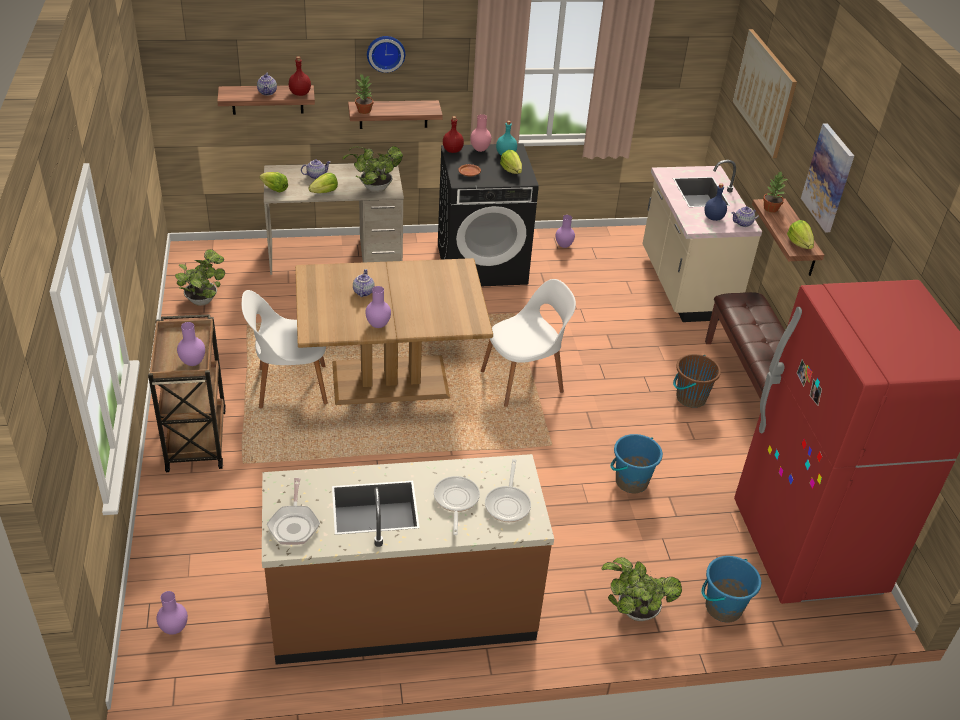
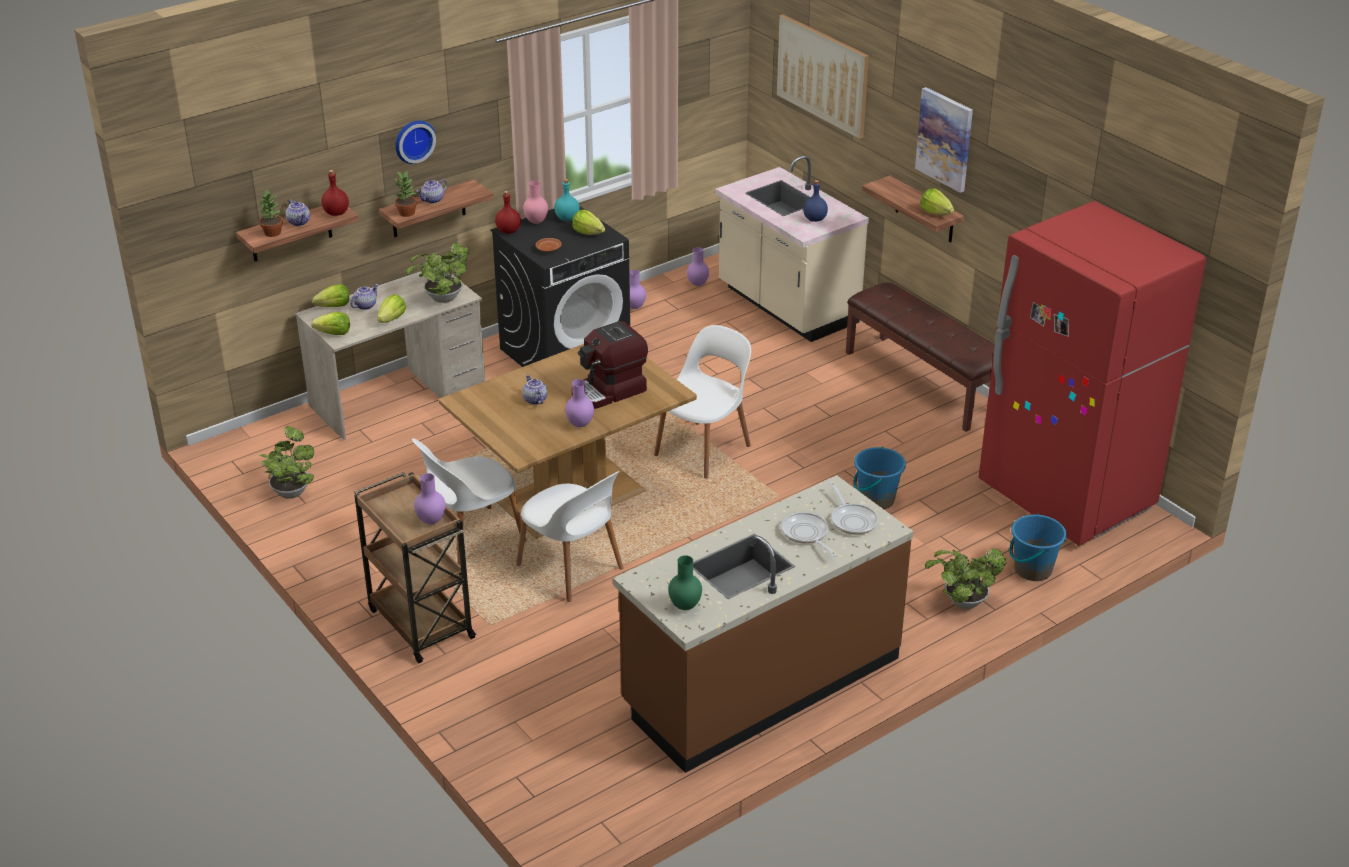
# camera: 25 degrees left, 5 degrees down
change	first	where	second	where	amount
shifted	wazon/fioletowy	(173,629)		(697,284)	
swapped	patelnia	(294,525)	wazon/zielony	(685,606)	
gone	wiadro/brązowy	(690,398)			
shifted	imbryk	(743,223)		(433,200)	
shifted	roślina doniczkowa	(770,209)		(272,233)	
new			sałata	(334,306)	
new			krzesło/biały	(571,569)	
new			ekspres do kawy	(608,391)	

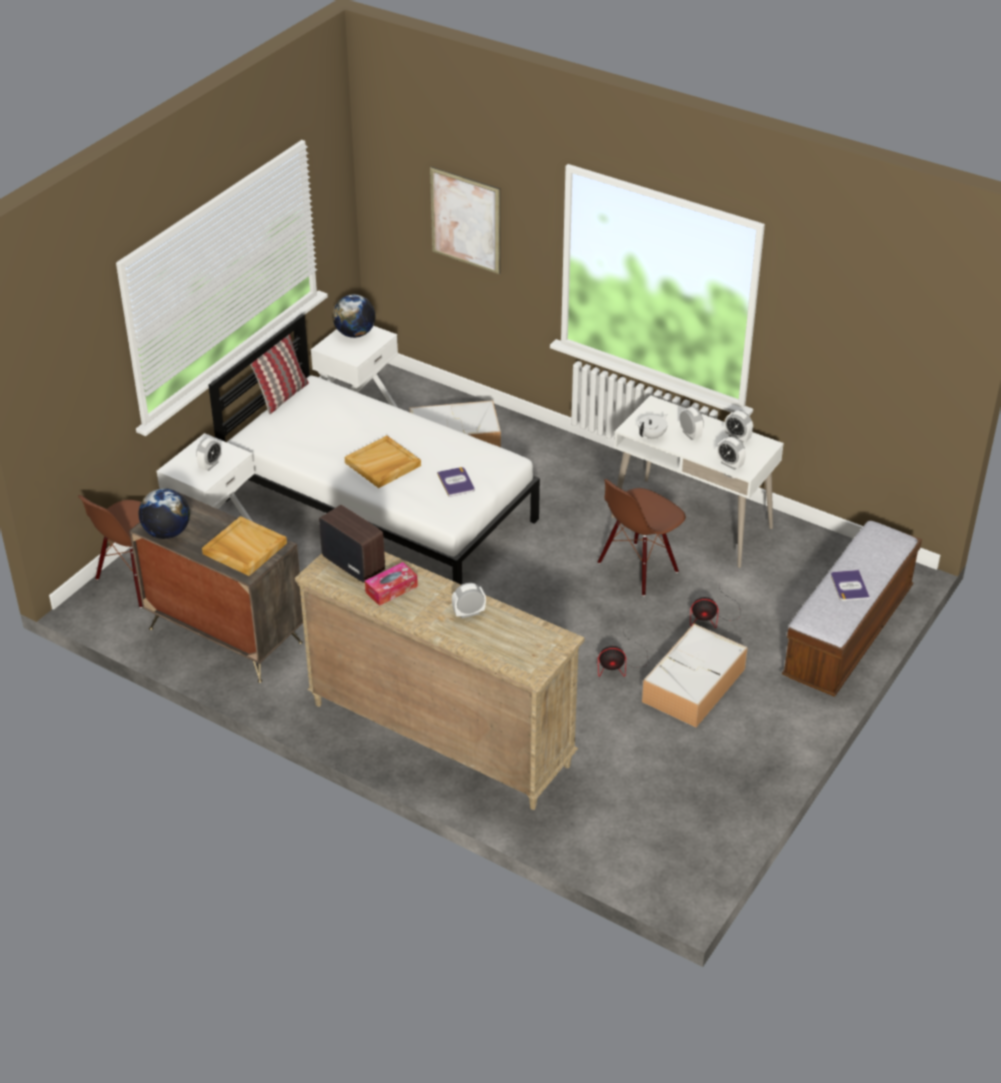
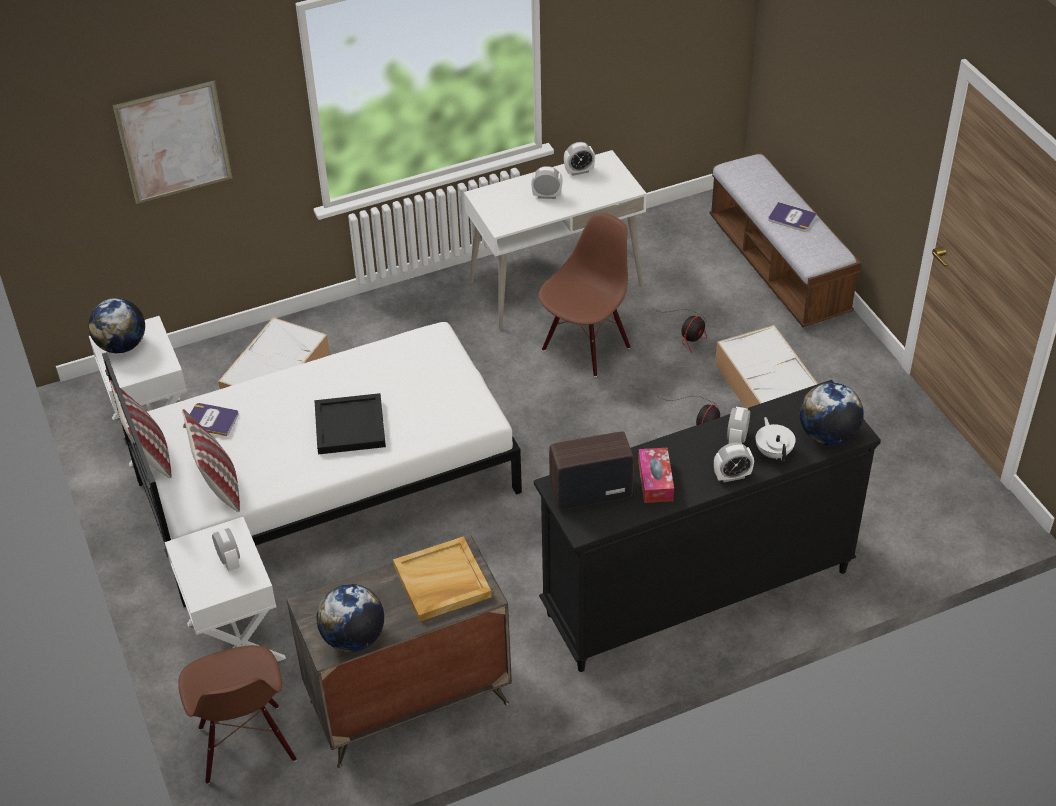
# camera: 55 degrees left, 5 degrees up
change	first	where	second	where	amount
repainted	komoda/beżowy	(439,734)	komoda/czarny	(696,593)	
repainted	taca/beżowy	(382,464)	taca/czarny	(350,427)	
shifted	książka	(456,482)		(211,420)	
rotated	krzesło/brązowy	(638,568)		(585,347)	135 degrees counterclockwise
shifted	imbryk/biały	(652,436)		(773,452)	
shifted	budzik	(730,464)		(732,476)	
new			poduszka	(219,485)	
new			globus	(828,435)	

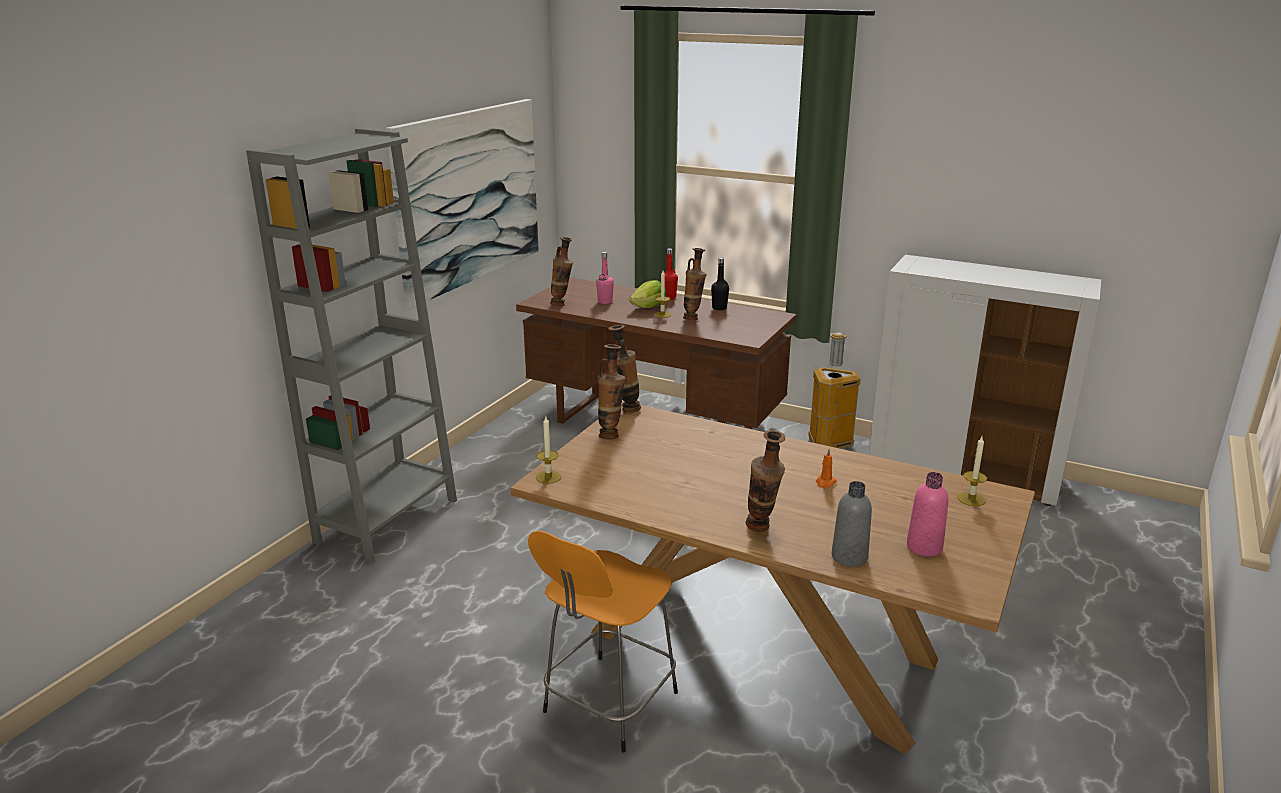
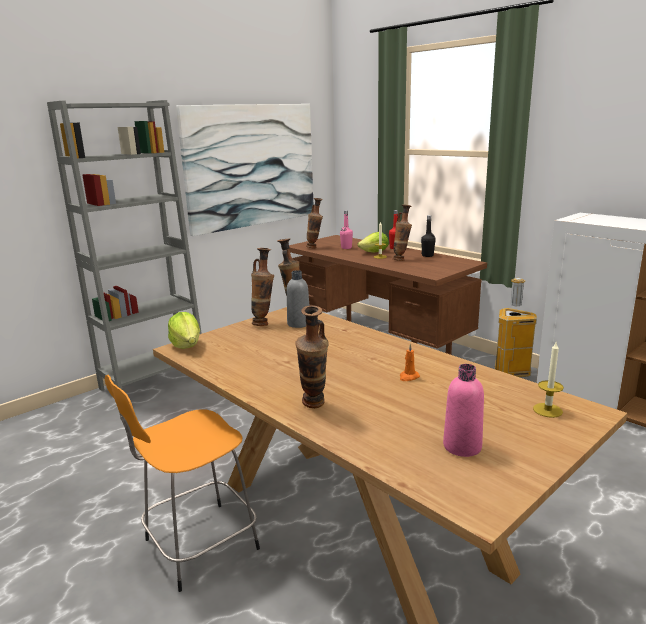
# camera: 20 degrees right, 5 degrees down
change	first	where	second	where	amount
swapped	świeca	(548,477)	sałata	(186,345)	
shifted	butelka/szary	(849,557)		(299,324)	

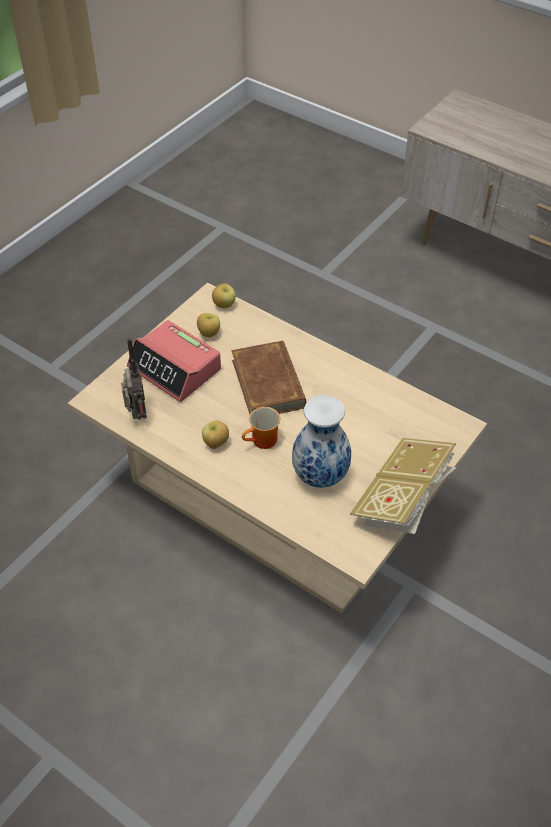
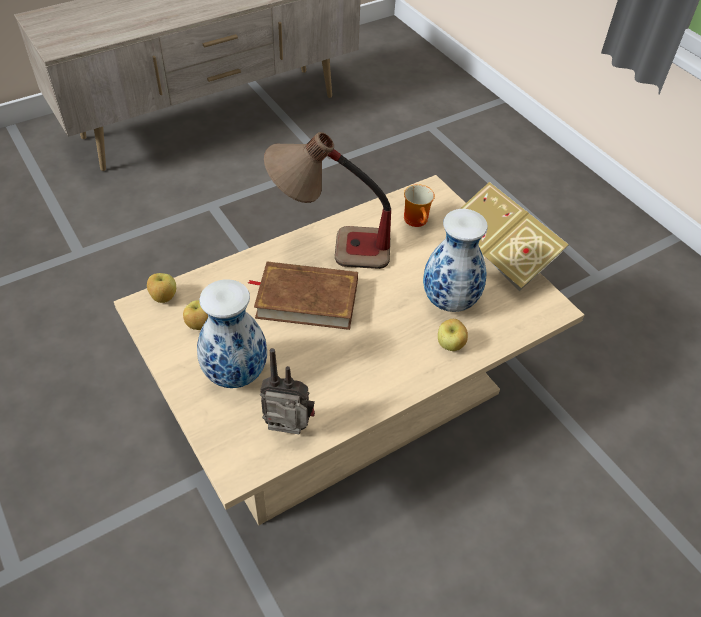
# camera: 70 degrees left, 0 degrees up
change	first	where	second	where	amount
swapped	budzik	(175,369)	wazon	(235,373)	
shifted	jabłko	(216,443)		(450,345)	
shifted	kubek	(263,442)		(418,220)	
new			lampa stołowa	(330,248)	

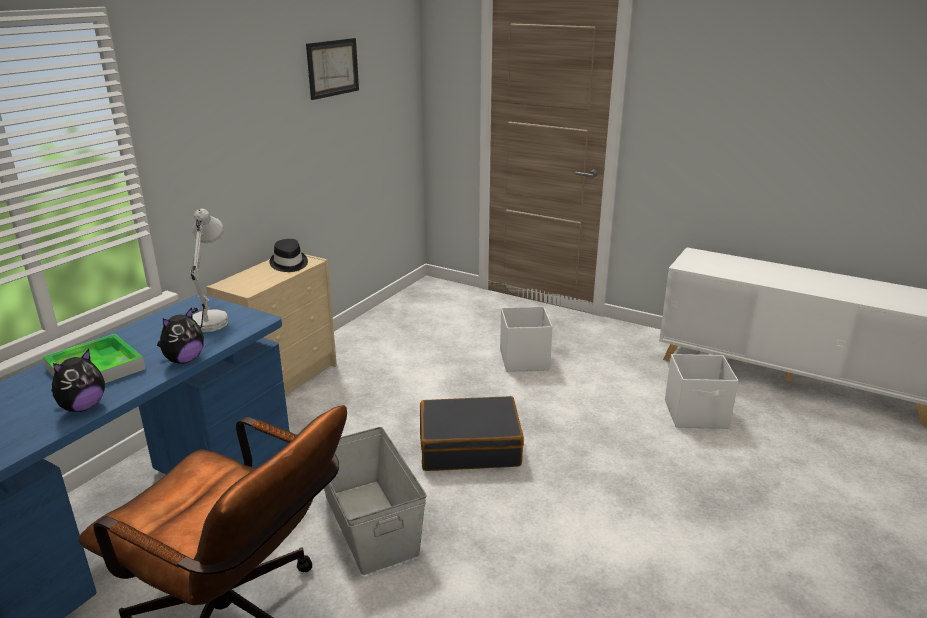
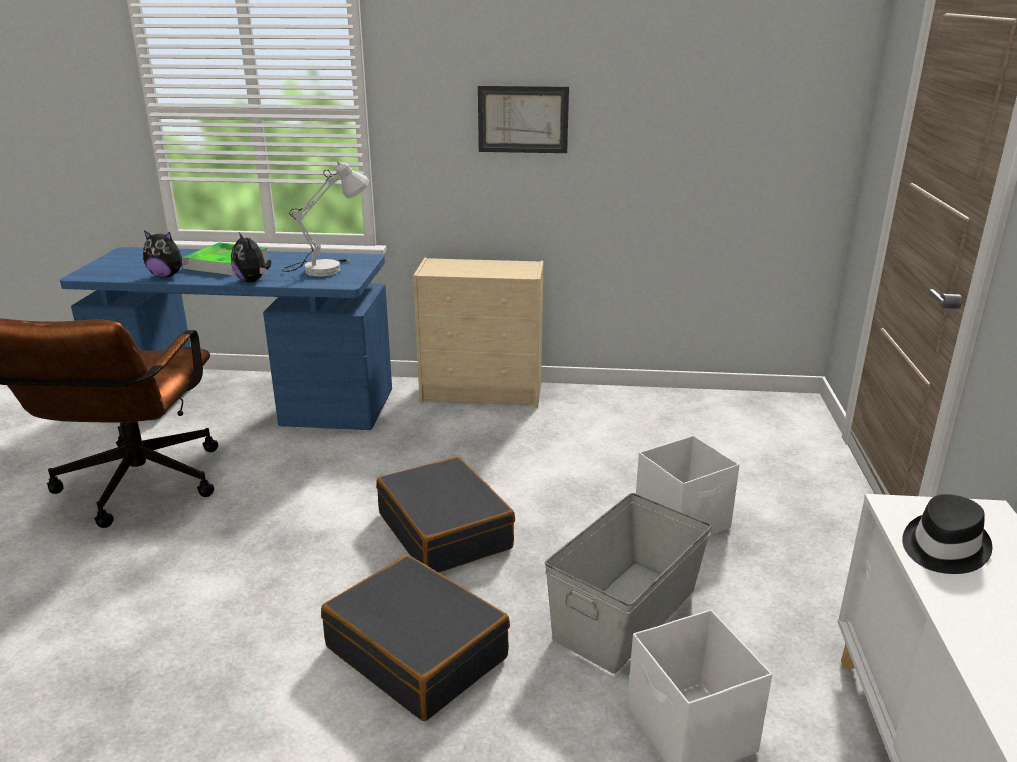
# camera: 65 degrees right, 0 degrees up
change	first	where	second	where	amount
rotated	pluszak	(184,360)		(253,281)	45 degrees clockwise
shifted	kapelusz/czarny	(289,264)		(943,547)	
shifted	obraz	(332,68)		(523,119)	
shifted	pojemnik do przechowywania/szary	(371,523)		(627,613)	
new			walizka/czarny	(417,652)	

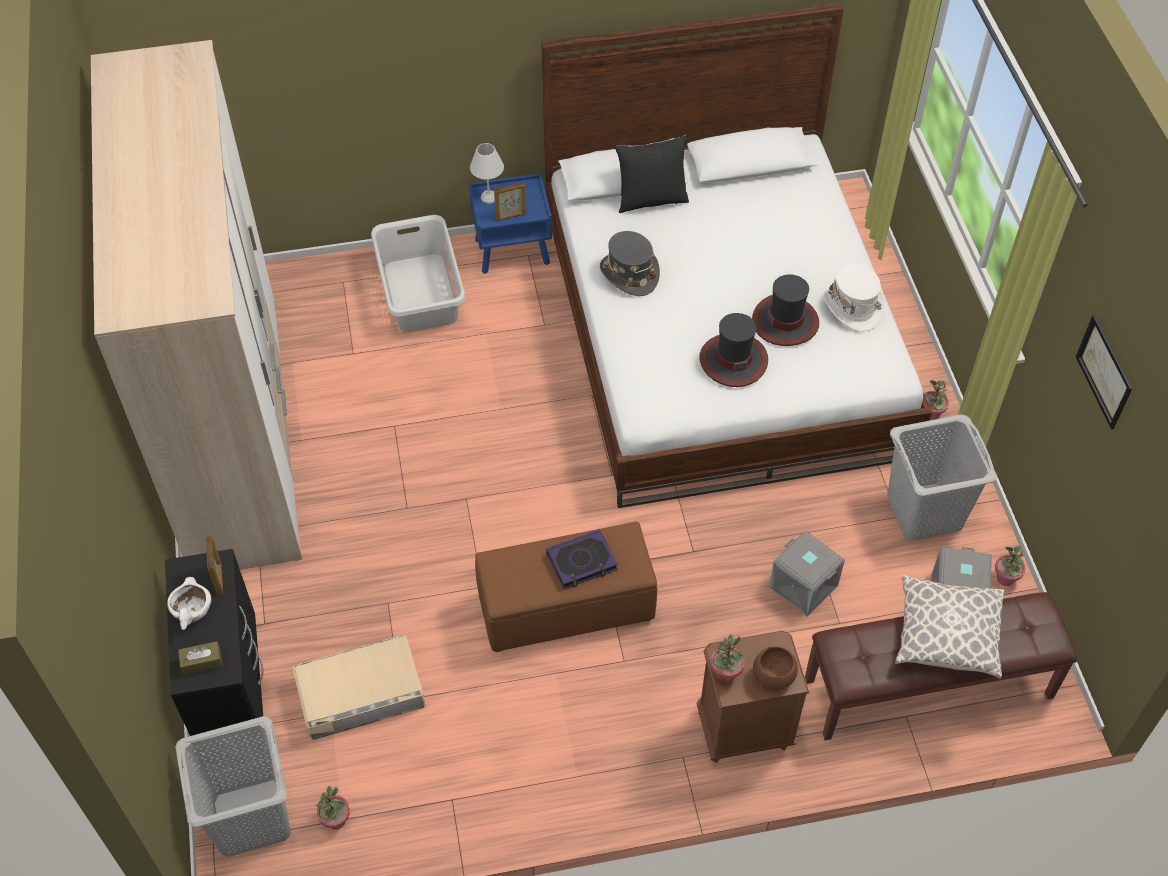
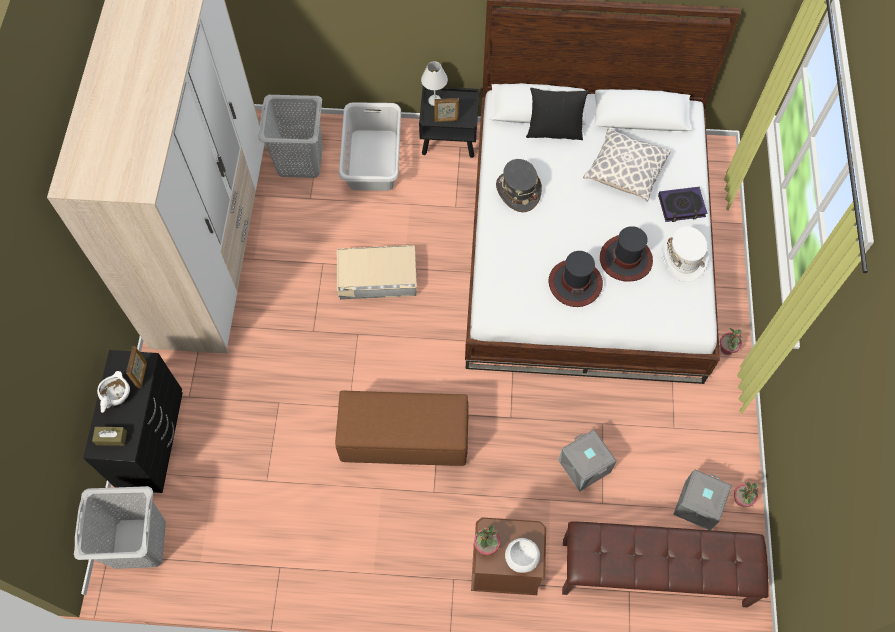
# camera: 15 degrees right, 10 degrees up
change	first	where	second	where	amount
shifted	pojemnik do przechowywania/beżowy	(360,692)		(377,276)	
gone	roślina doniczkowa	(336,820)			
repainted	szafka nocna/niebieski	(513,251)	szafka nocna/czarny	(449,141)	
shifted	książka	(582,562)		(681,206)	
repainted	miska/brązowy	(774,676)	miska/biały	(522,558)	
shifted	kosz na pranie/szary	(924,512)		(300,161)	
shifted	poduszka	(946,636)		(624,172)	
gone	obraz	(1104,371)			

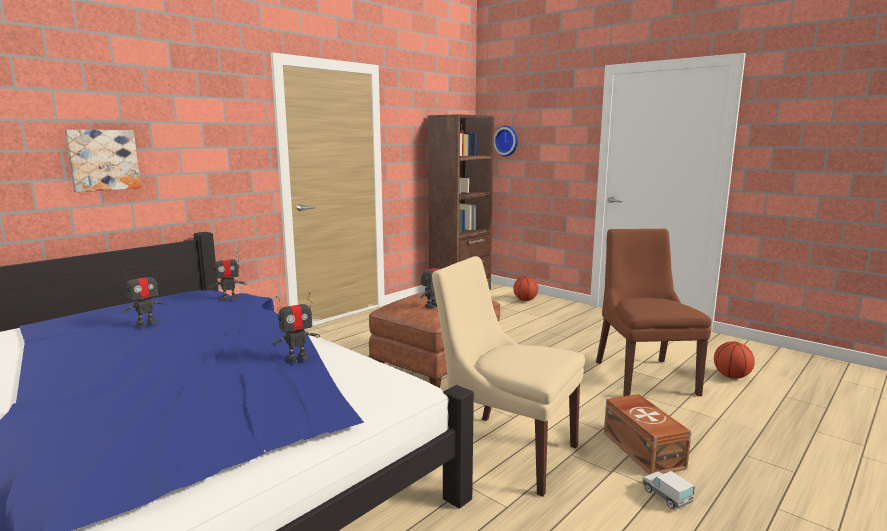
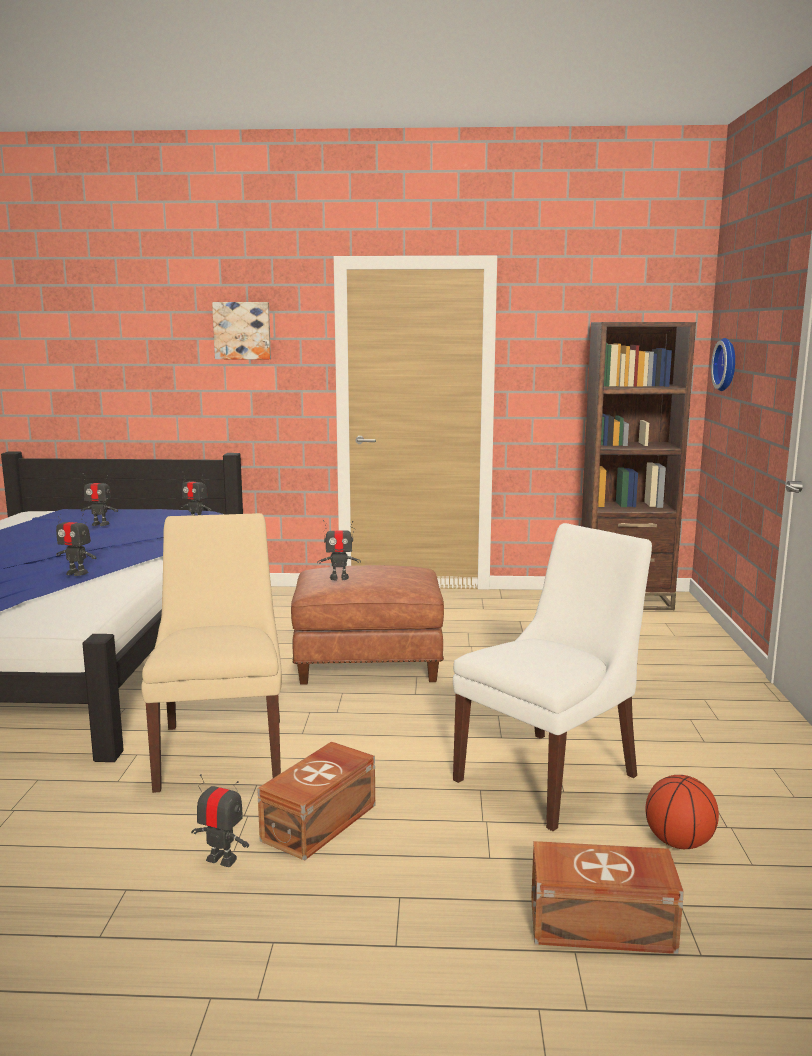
# camera: 50 degrees right, 0 degrees up
change	first	where	second	where	amount
shifted	obraz	(103,160)		(242,330)	
gone	piłka do koszykówki	(525,300)			
repainted	krzesło/brązowy	(643,376)	krzesło/biały	(550,776)	
swapped	ciężarówka zabawkowa	(666,497)	robot zabawkowy	(222,859)	
new			pojemnik do przechowywania/brązowy	(604,926)	

